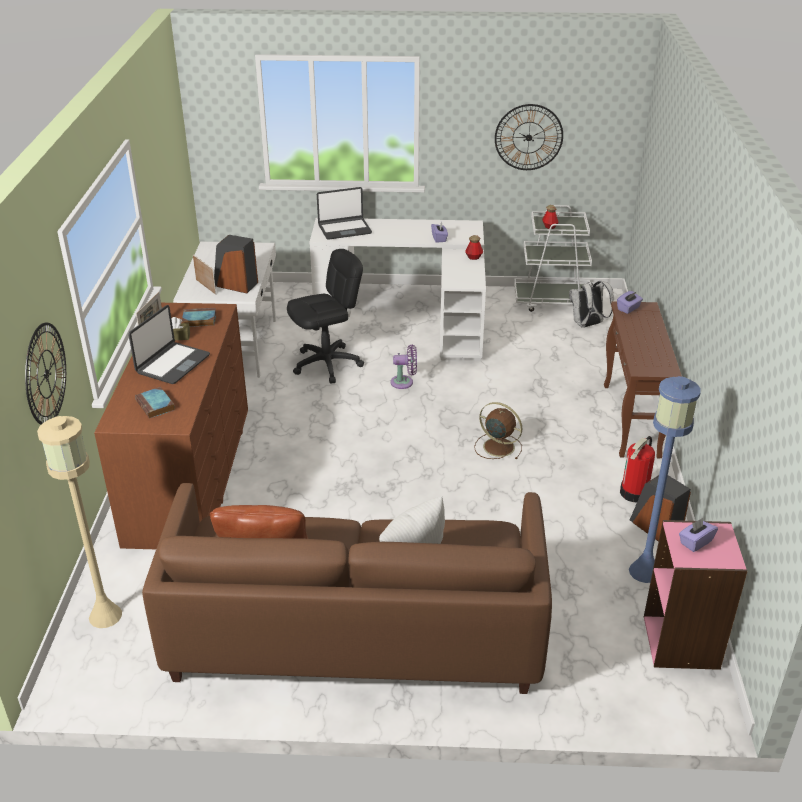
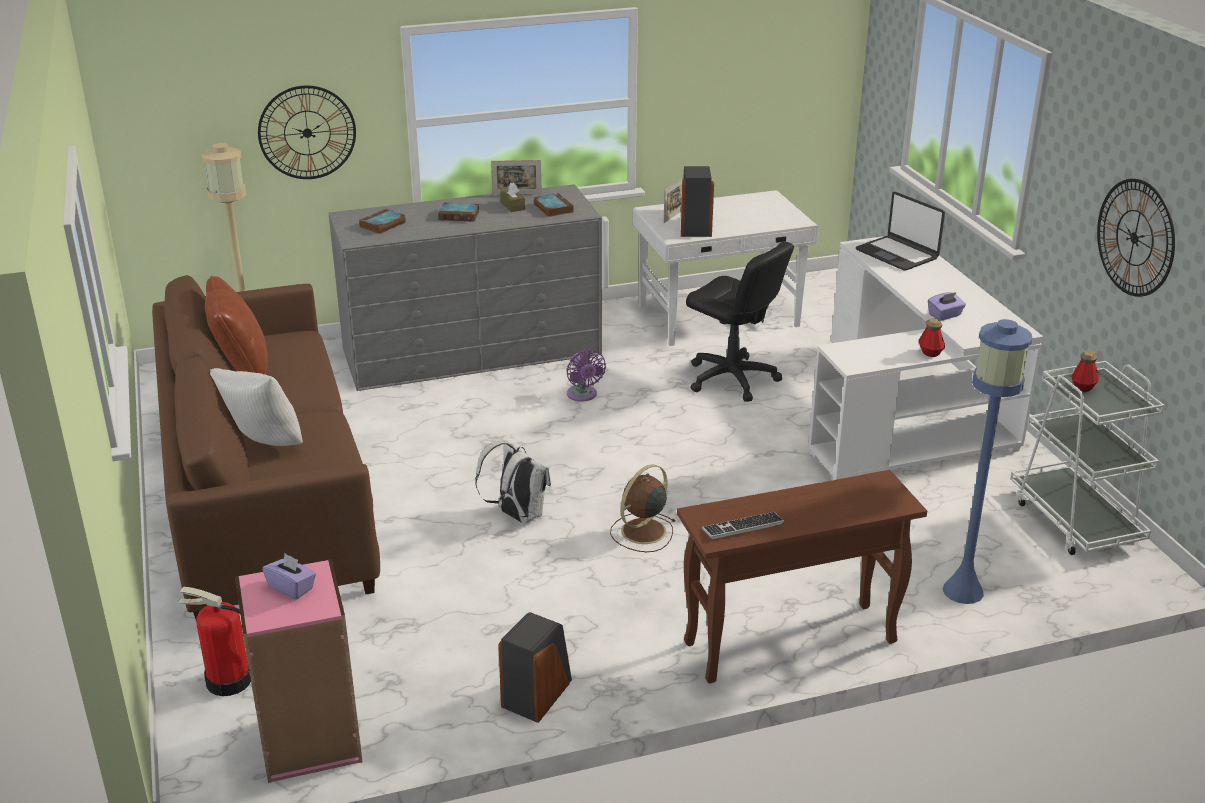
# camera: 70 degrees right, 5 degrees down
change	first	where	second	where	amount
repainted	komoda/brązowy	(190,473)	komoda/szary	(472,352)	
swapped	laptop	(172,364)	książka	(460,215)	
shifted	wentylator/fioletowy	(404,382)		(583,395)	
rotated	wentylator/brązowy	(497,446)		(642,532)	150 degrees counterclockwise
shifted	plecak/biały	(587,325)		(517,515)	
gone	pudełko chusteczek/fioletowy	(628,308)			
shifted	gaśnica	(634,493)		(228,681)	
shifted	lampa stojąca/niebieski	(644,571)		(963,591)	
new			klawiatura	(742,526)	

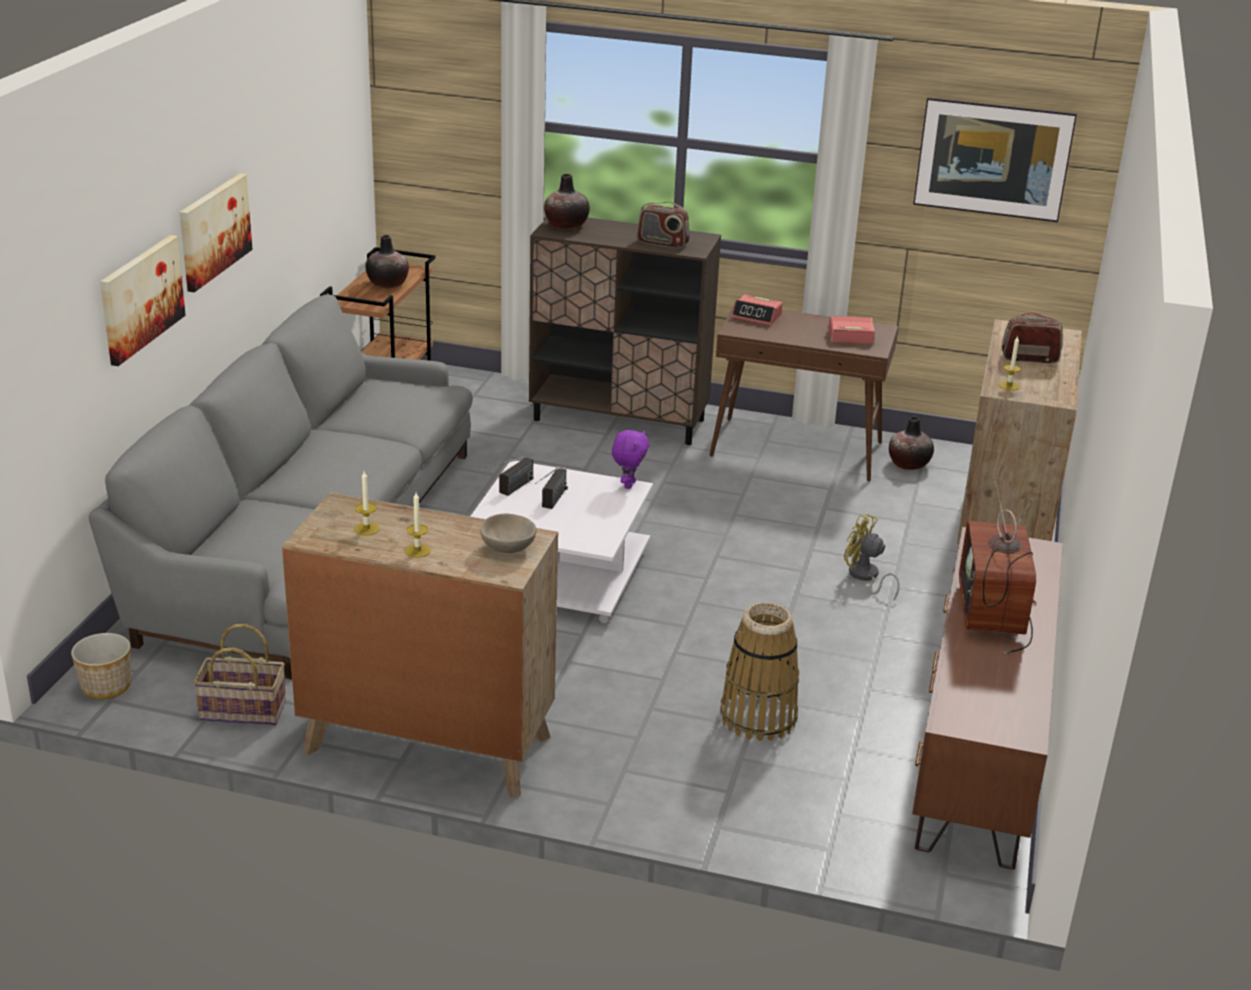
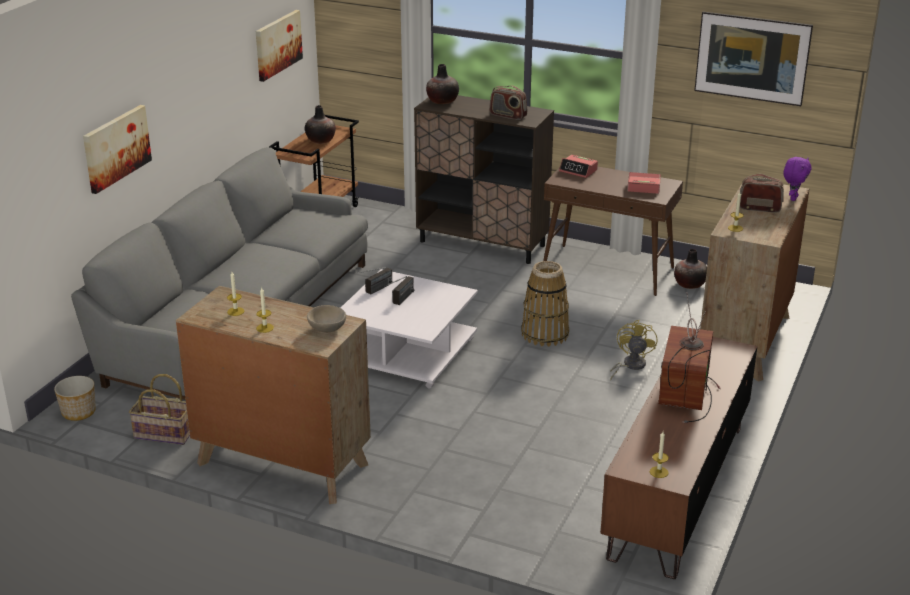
# camera: 10 degrees right, 0 degrees up
change	first	where	second	where	amount
shifted	obraz	(214,231)		(277,44)	
shifted	pluszak/fioletowy	(628,484)		(793,198)	
shifted	koszyk	(758,717)		(545,334)	
rotated	wentylator/żółty	(865,577)		(630,365)	60 degrees clockwise
new			świeca	(659,472)	

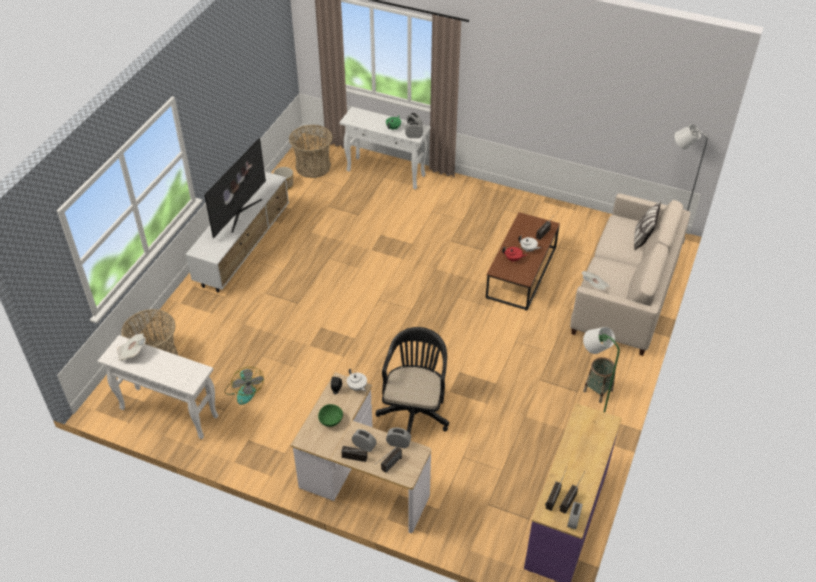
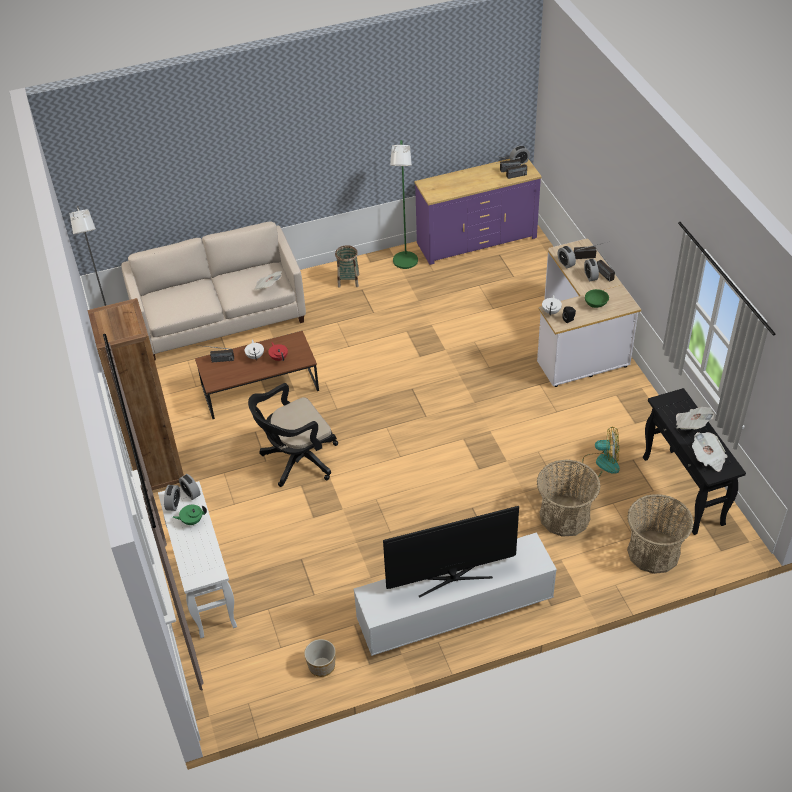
# camera: 130 degrees left, 0 degrees up
change	first	where	second	where	amount
repainted	stolik konsolowy/biały	(168,412)	stolik konsolowy/czarny	(683,491)	
rotated	wentylator	(244,390)		(601,463)	75 degrees clockwise
shifted	koszyk	(313,166)		(564,516)	
shifted	krzesło biurowe/czarny	(415,410)		(296,460)	
gone	poduszka	(642,239)			
new			regał/brązowy	(158,472)	
new			gazeta	(691,424)	

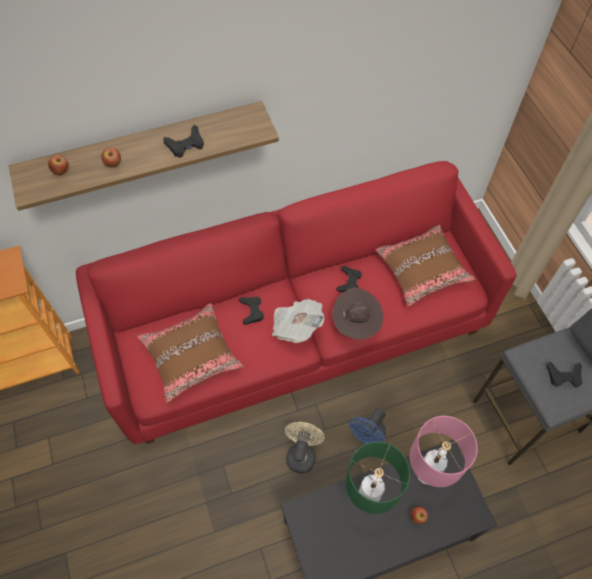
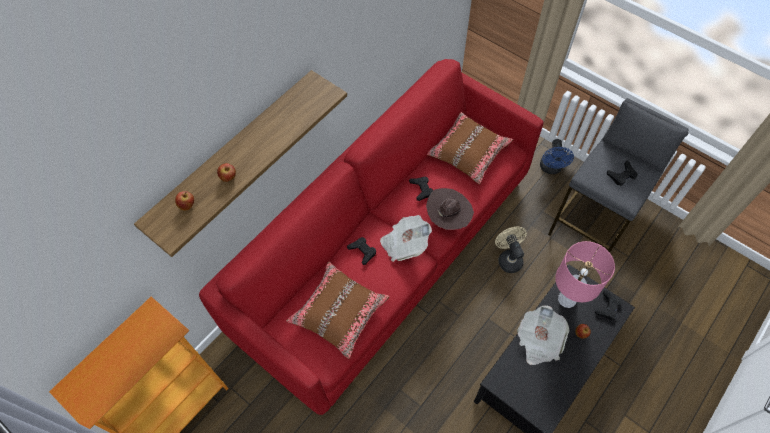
# camera: 30 degrees left, 0 degrees up
change	first	where	second	where	amount
shifted	pad do gier/czarny	(186,145)		(608,307)	
shifted	wentylator/beżowy	(301,453)		(508,258)	
swapped	lampa stołowa/zielony	(368,498)	gazeta	(539,341)	
shifted	wentylator/niebieski	(368,436)		(551,169)	

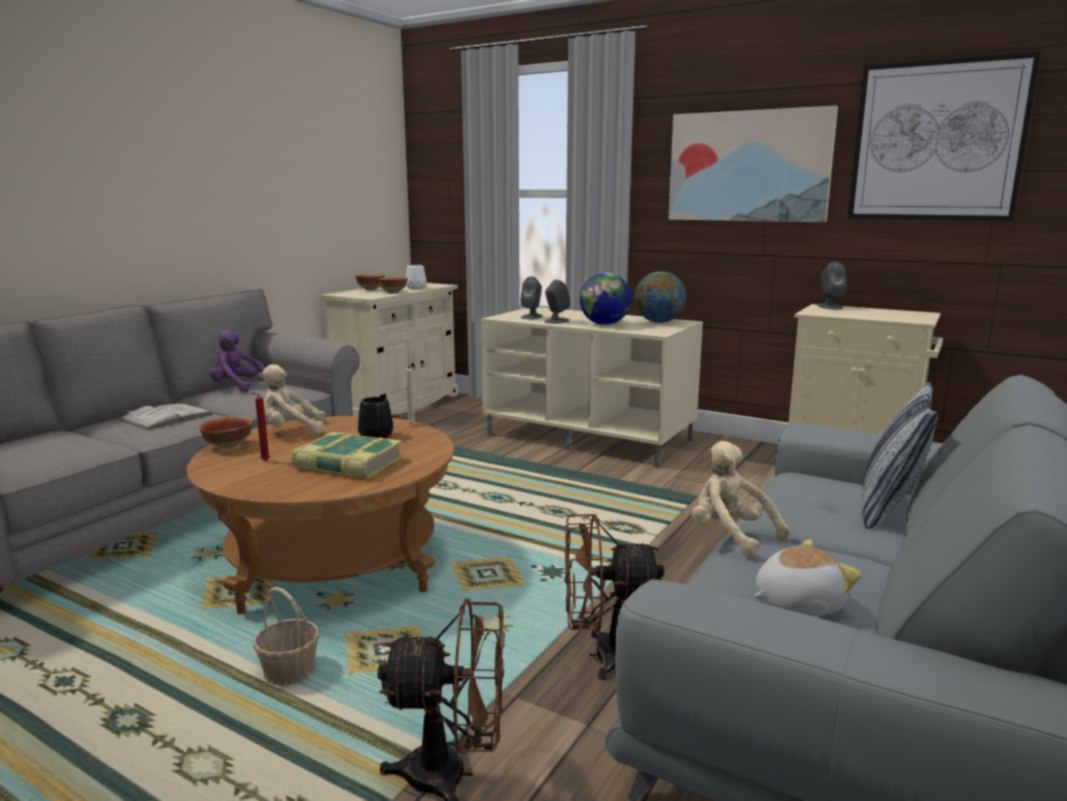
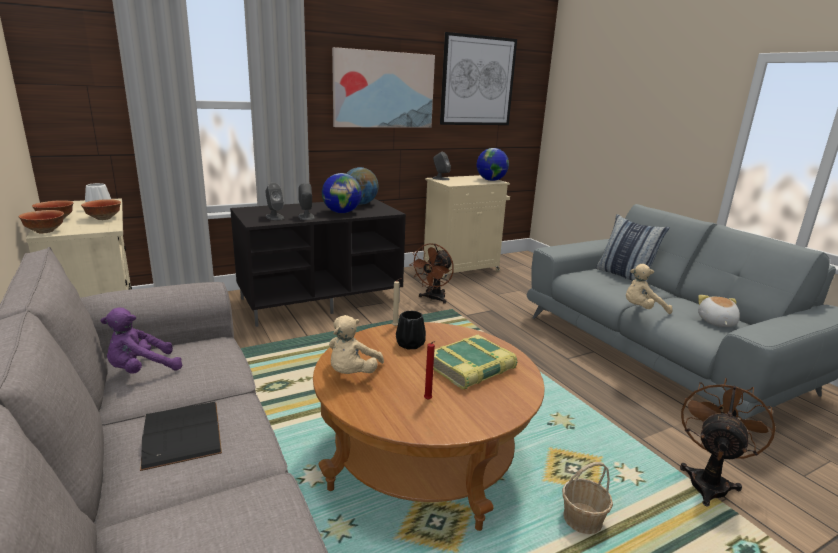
# camera: 60 degrees left, 5 degrees up
change	first	where	second	where	amount
repainted	książka/biały	(166,417)	książka/czarny	(182,434)	
shifted	miska	(229,446)		(46,231)	
repainted	szafka pod telewizor/beżowy	(590,437)	szafka pod telewizor/czarny	(321,300)	
shifted	wentylator/brązowy	(604,656)		(433,299)	
new			globus	(491,180)	

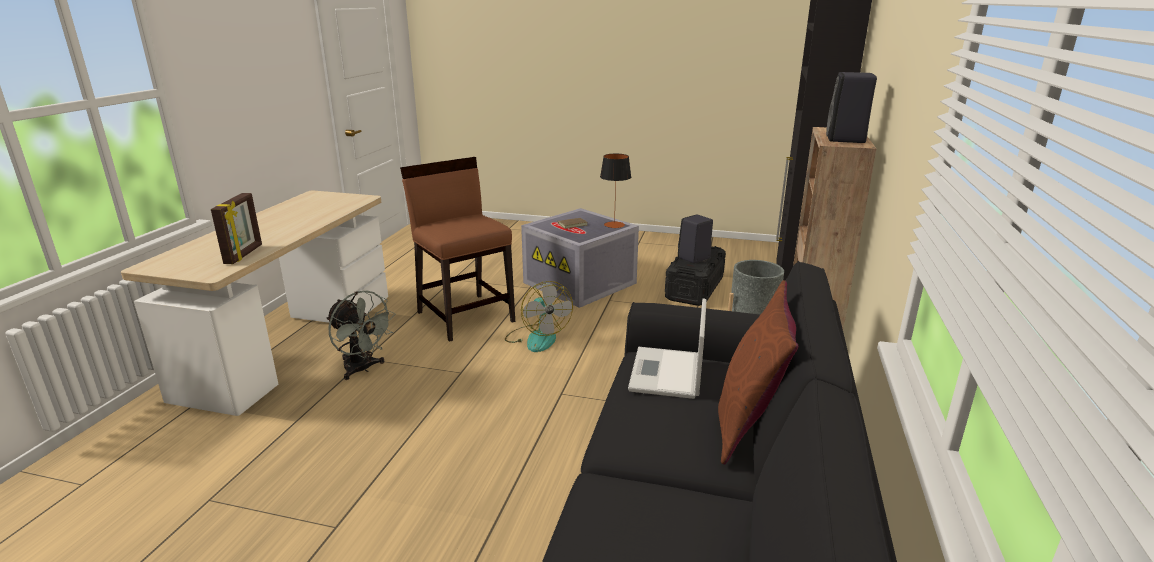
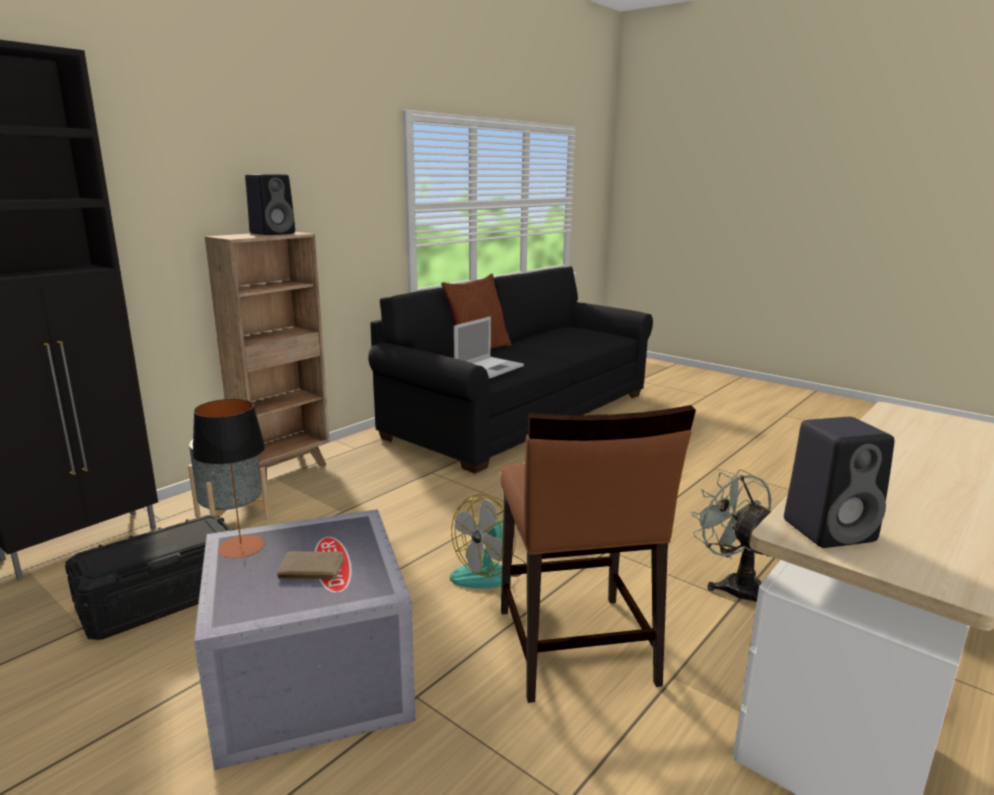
# camera: 155 degrees left, 5 degrees down
change	first	where	second	where	amount
gone	ramka na zdjęcie	(244,254)			
rotated	wentylator	(537,338)		(489,572)	135 degrees counterclockwise
shifted	głośnik/czarny	(693,258)		(830,530)	

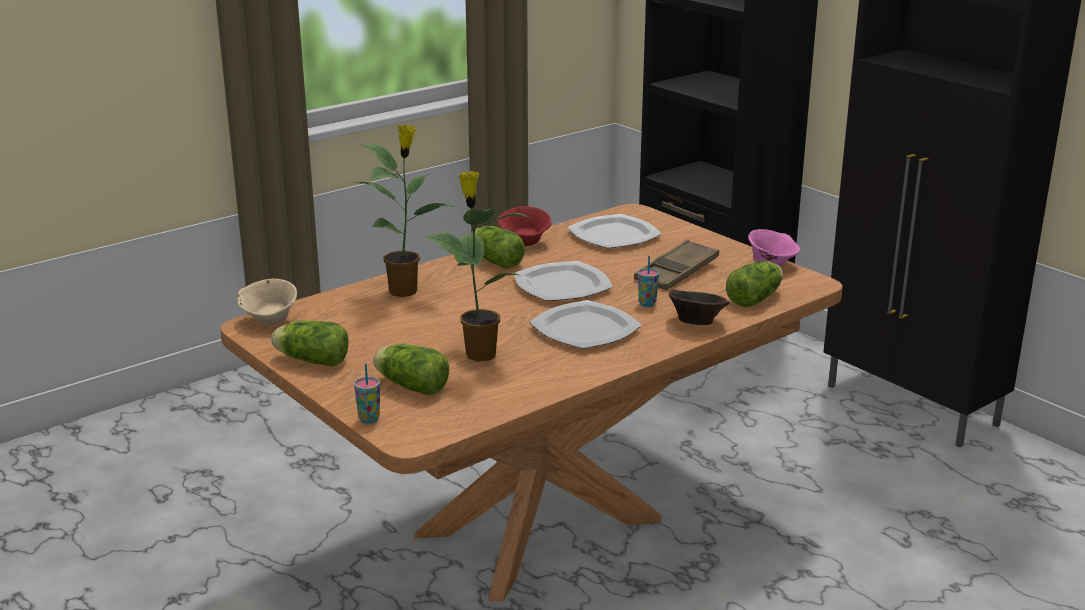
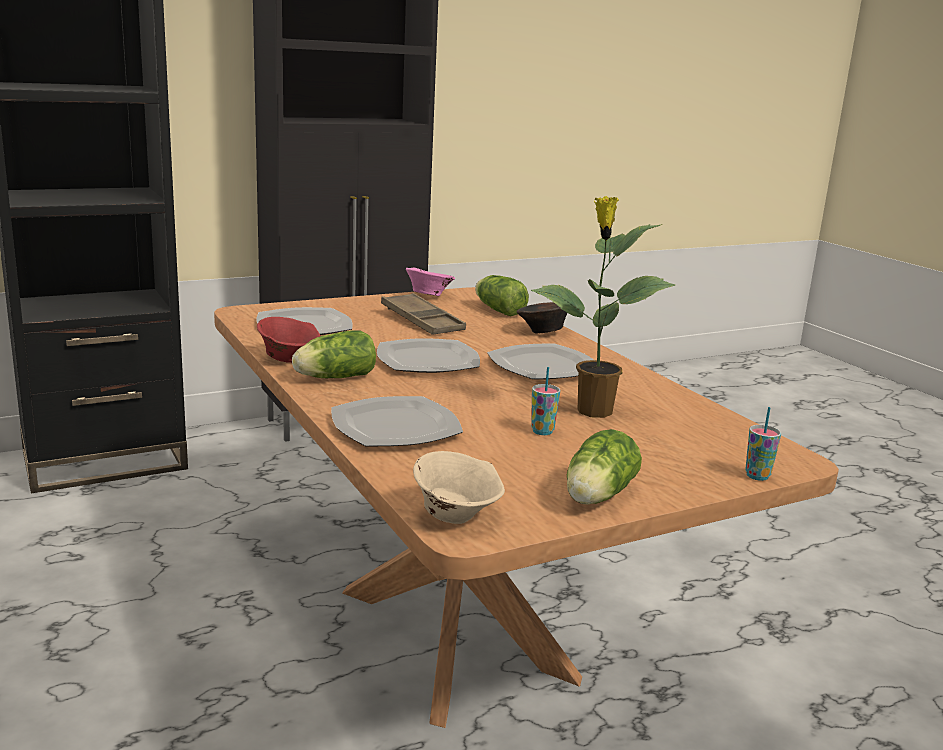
# camera: 80 degrees left, 5 degrees down
change	first	where	second	where	amount
swapped	roślina doniczkowa	(405,291)	talerz	(395,427)	
gone	sałata	(410,386)			
shifted	filiżanka	(647,304)		(542,431)	

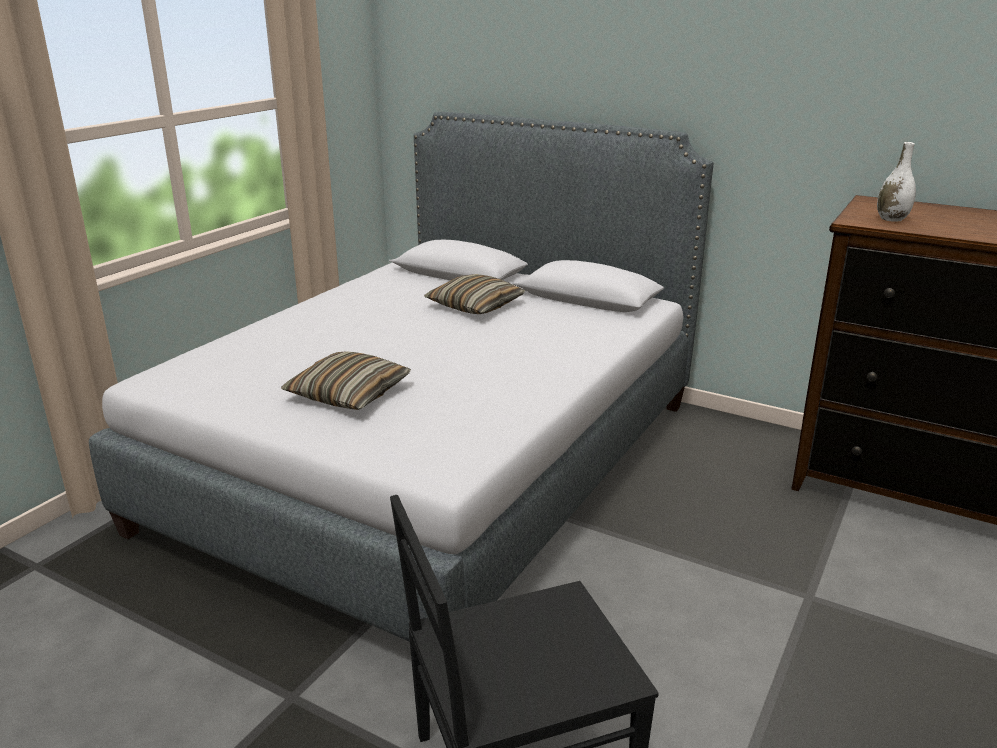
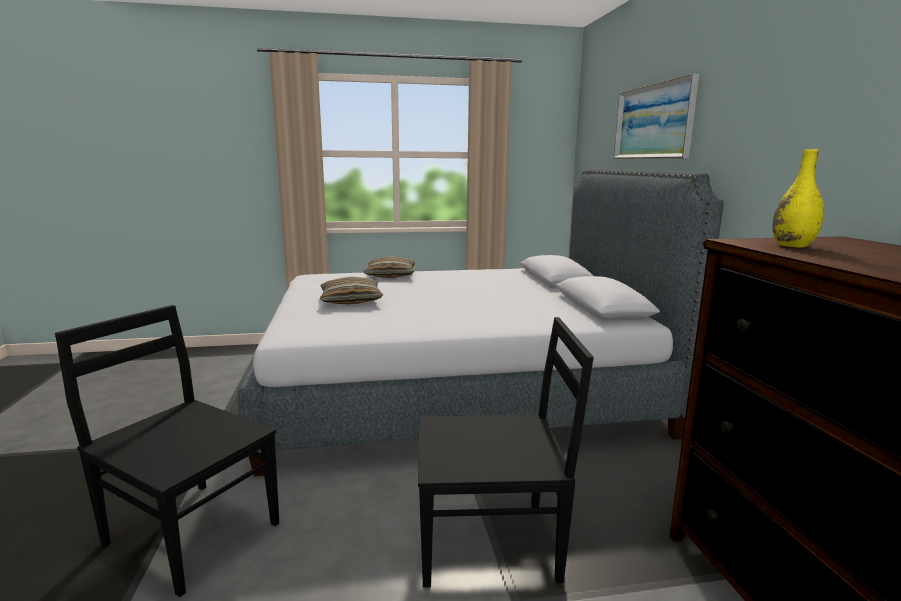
# camera: 50 degrees right, 10 degrees down
change	first	where	second	where	amount
shifted	poduszka	(475,306)		(390,275)	
repainted	wazon/biały	(892,219)	wazon/żółty	(792,245)	
new			krzesło/czarny	(491,541)	
new			obraz	(653,122)	

